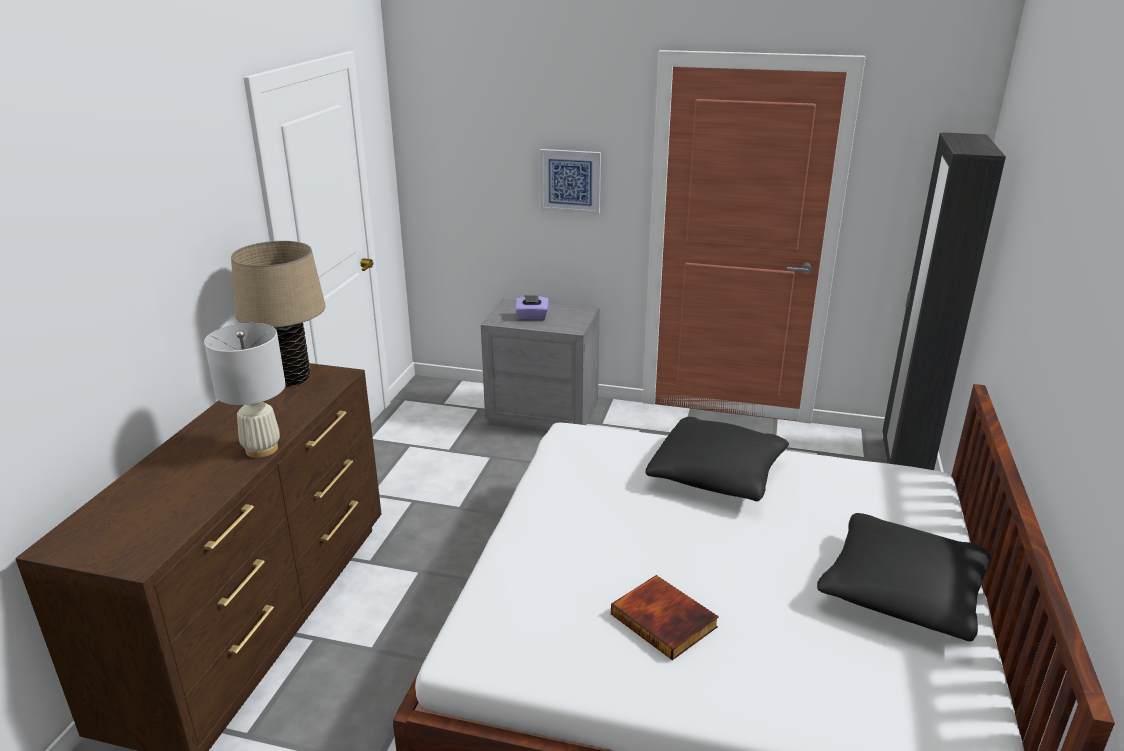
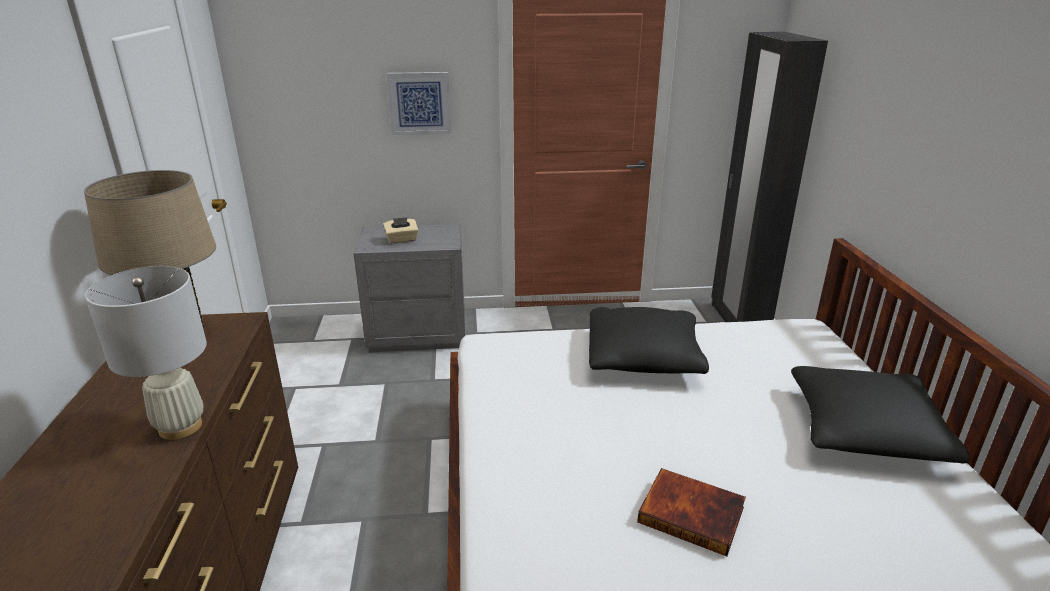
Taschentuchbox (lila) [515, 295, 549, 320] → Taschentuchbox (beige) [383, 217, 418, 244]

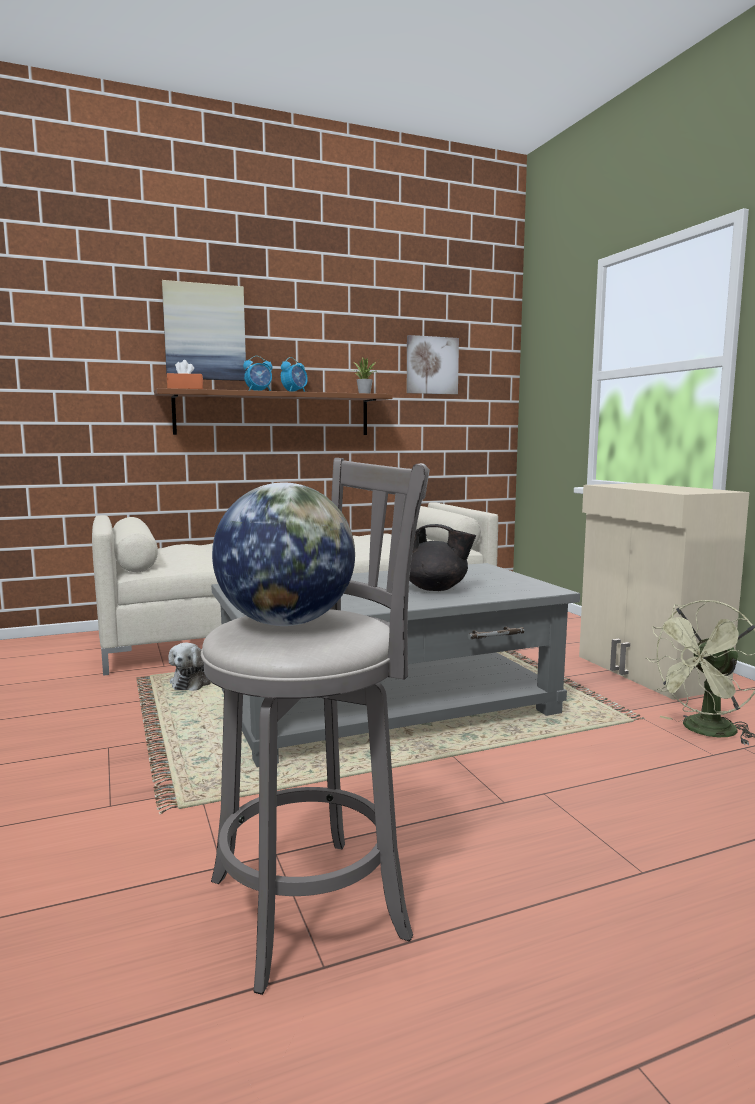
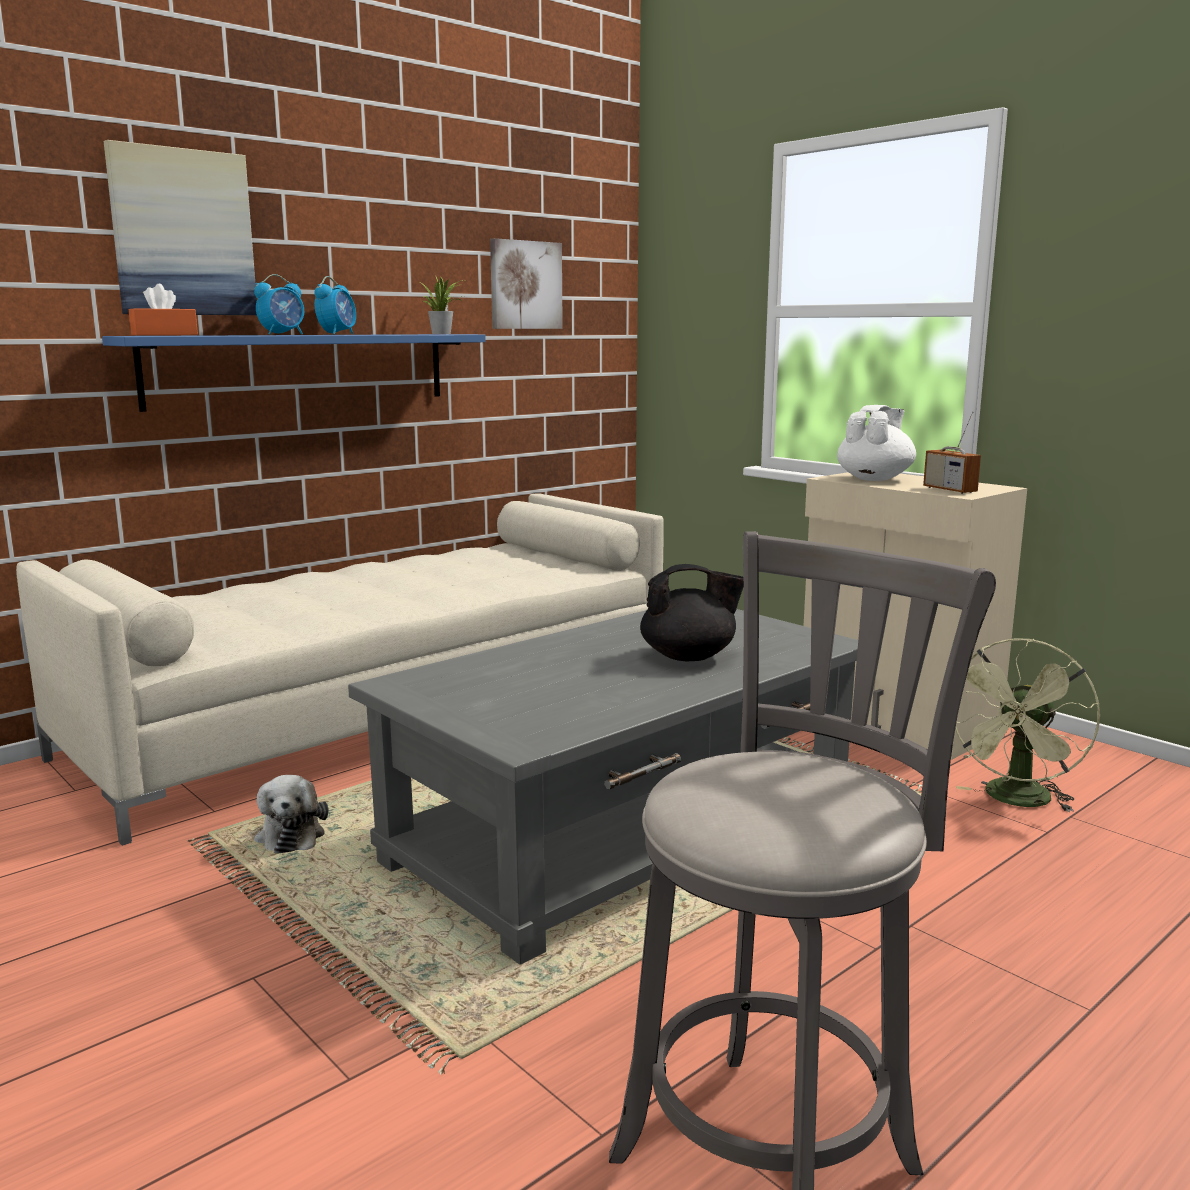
Globus [212, 483, 355, 626] → -
- → Teekanne (weiß) [837, 405, 916, 481]
- → Radio [923, 411, 981, 494]
Wandregal (braun) [154, 388, 393, 435] → Wandregal (blau) [102, 334, 486, 412]

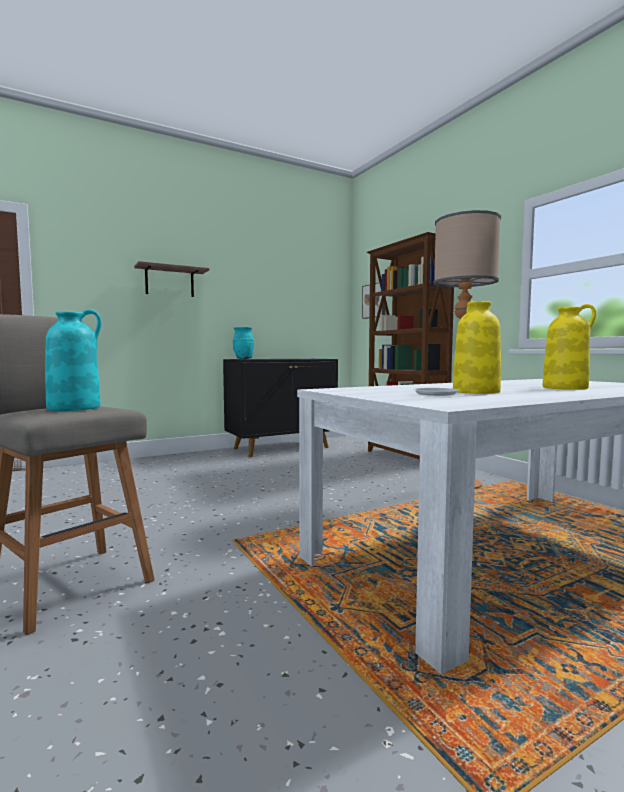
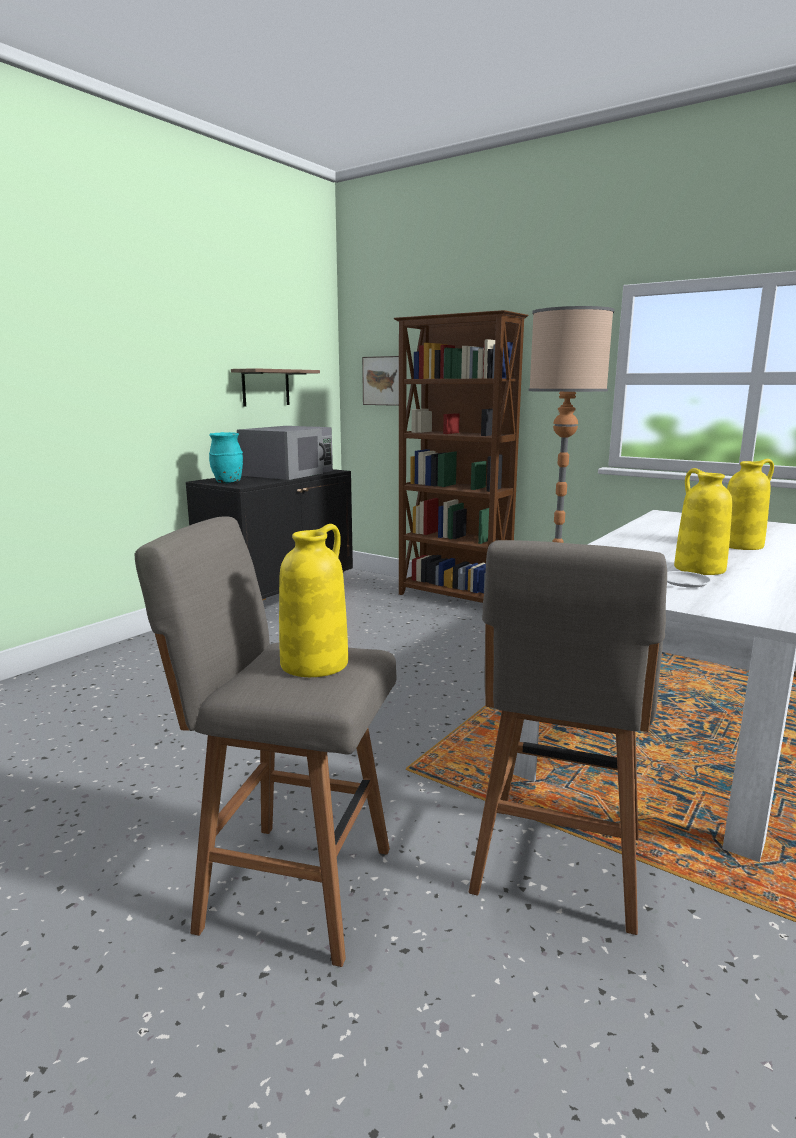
- → Mikrowelle (grau) [237, 426, 333, 480]
- → Hocker (grau) [469, 540, 667, 935]
Wandregal [134, 261, 210, 297] → Wandregal [231, 368, 320, 406], shifted
Vase (türkis) [45, 309, 102, 411] → Vase (gelb) [279, 524, 348, 677]

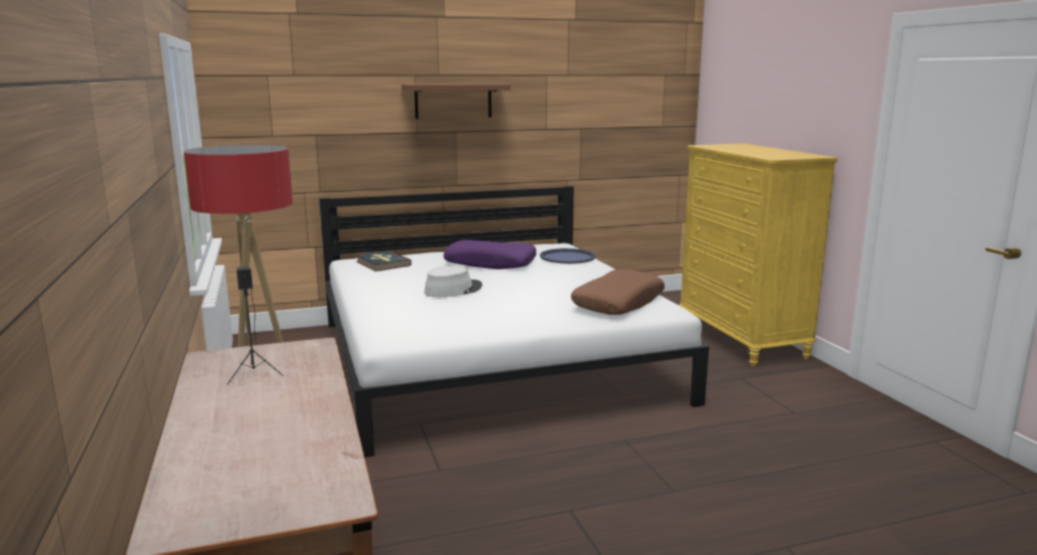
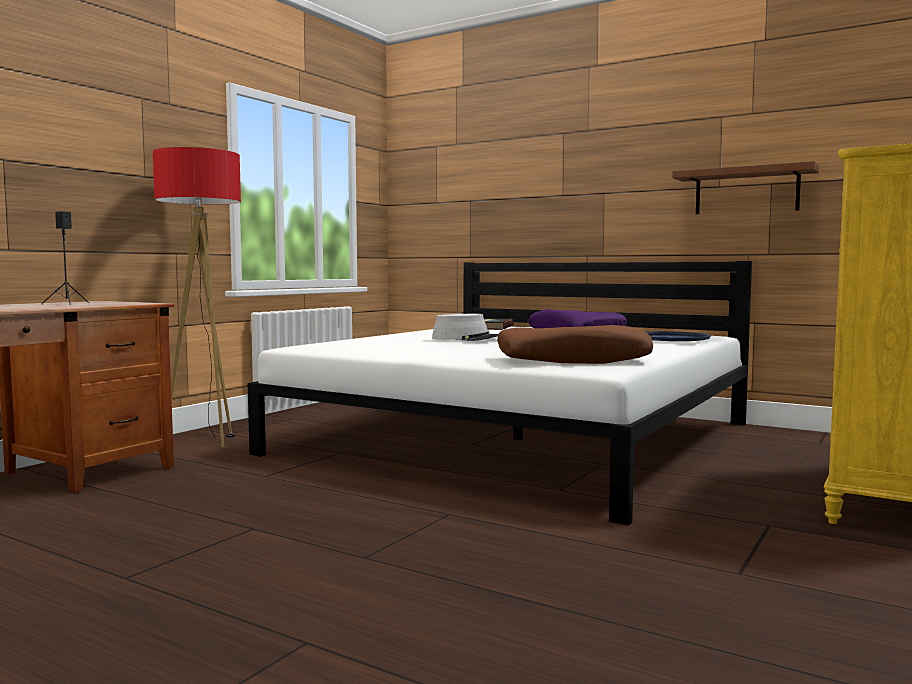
Wandregal (braun) [402, 84, 511, 119] → Wandregal (braun) [672, 161, 819, 214], shifted

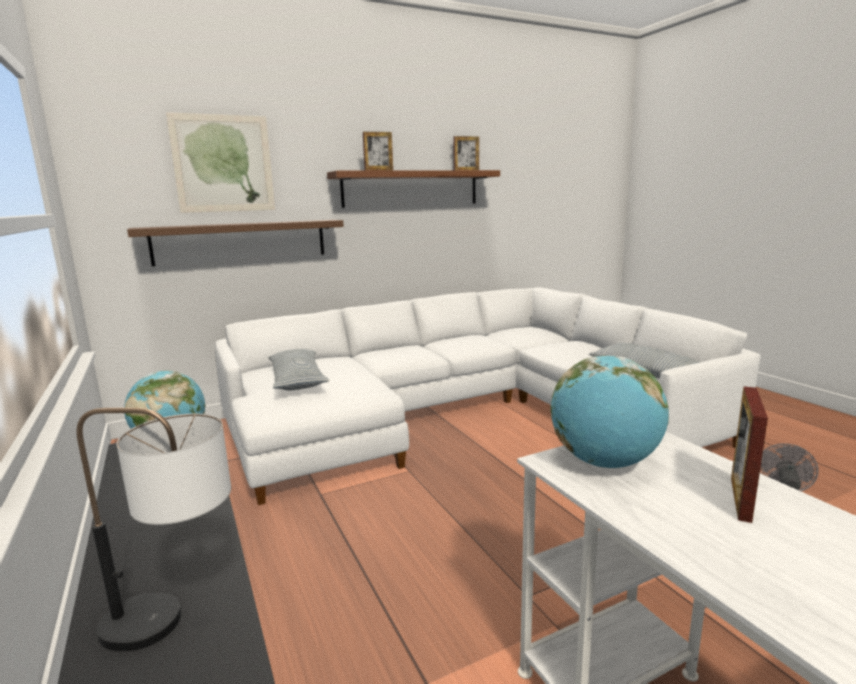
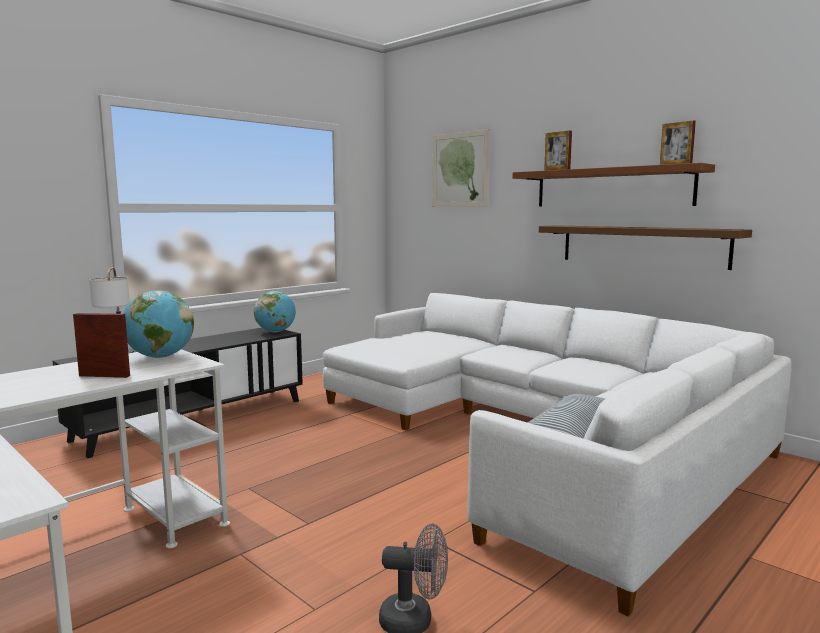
Kissen [268, 349, 329, 390] → -
Wandregal (braun) [127, 220, 344, 266] → Wandregal (braun) [539, 225, 752, 270], shifted

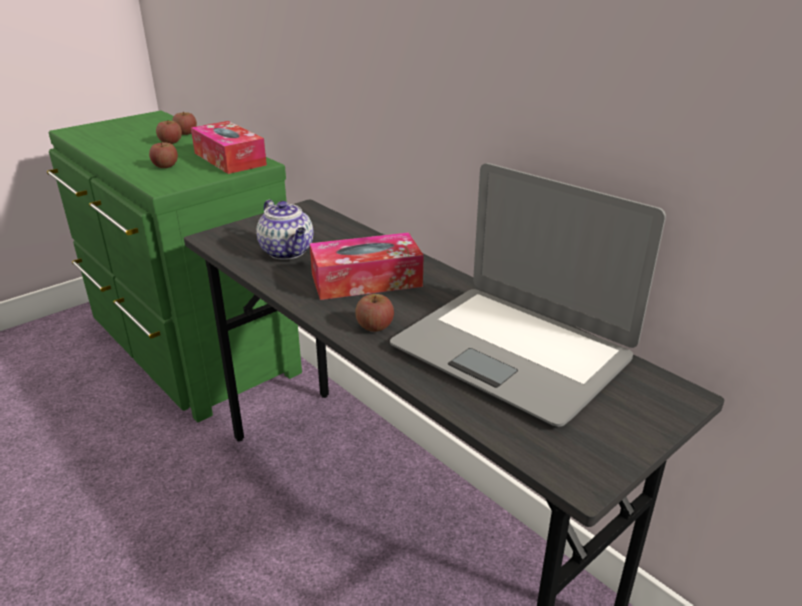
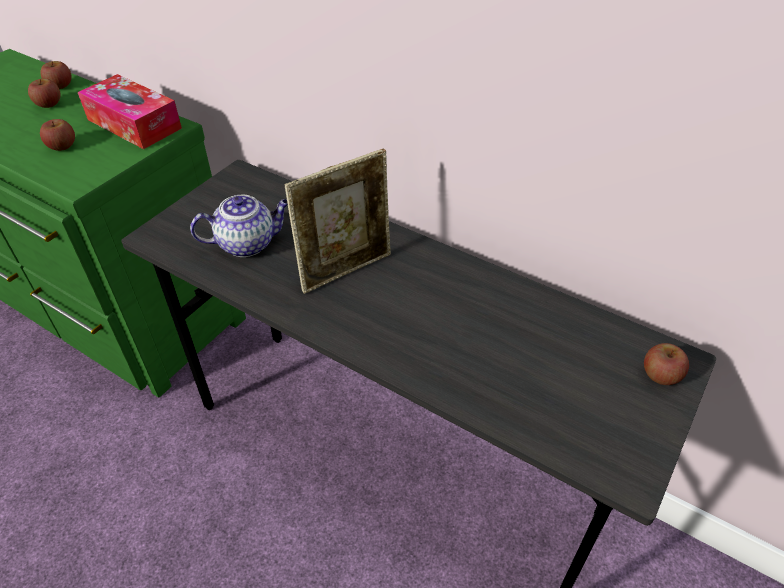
Laptop [390, 163, 666, 427] → -
Apfel [355, 294, 394, 332] → Apfel [644, 343, 689, 385], shifted
Taschentuchbox [310, 232, 423, 300] → Bilderrahmen [285, 149, 391, 294]
Teekanne [256, 200, 314, 260] → Teekanne [190, 195, 288, 257], 60 degrees counterclockwise

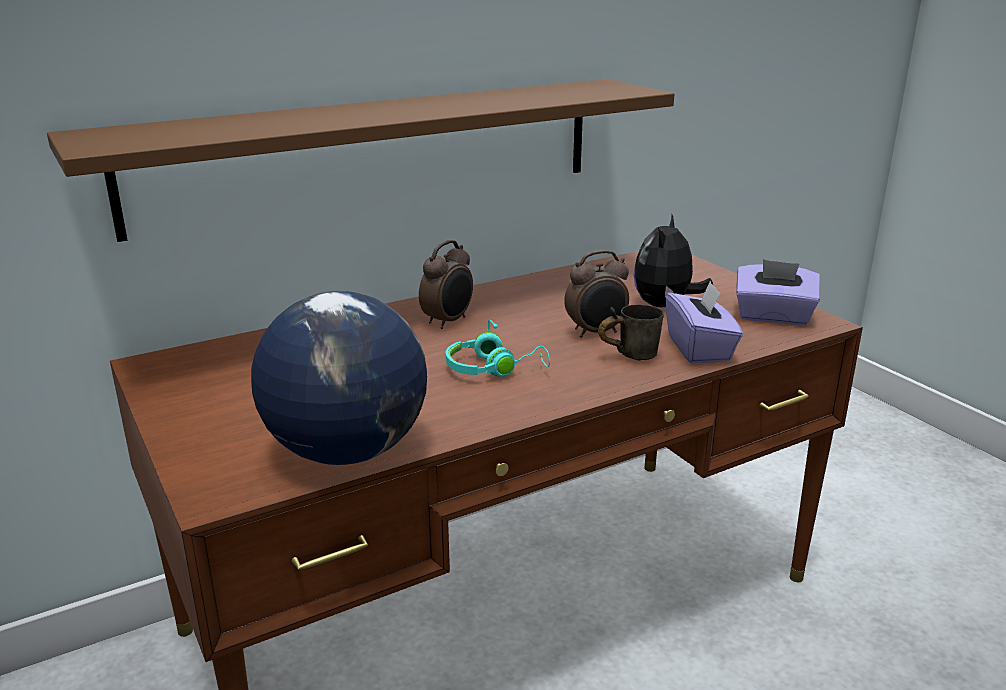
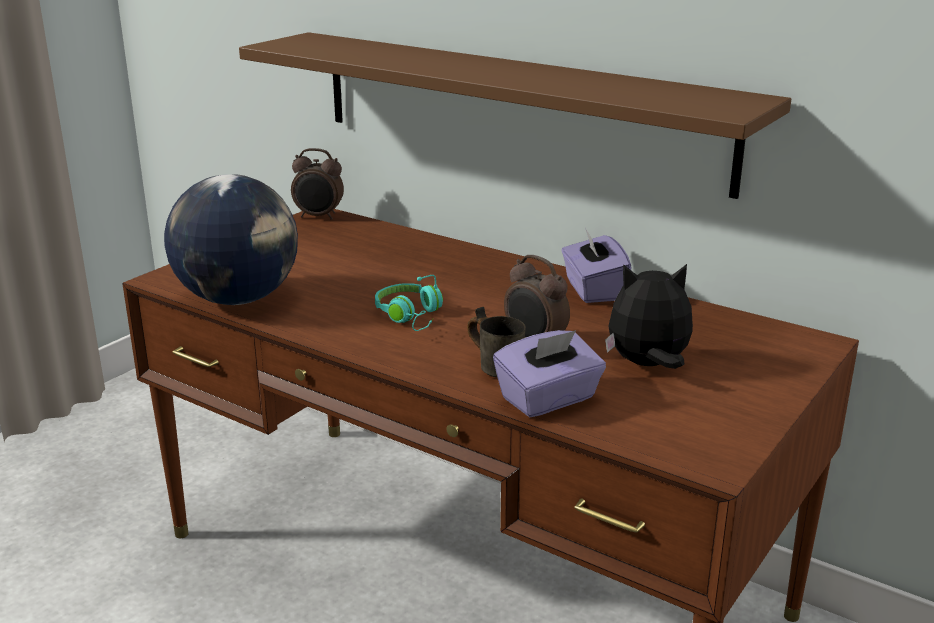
Wecker [419, 240, 473, 329] → Wecker [291, 148, 344, 220], shifted
Taschentuchbox (lila) [736, 259, 820, 325] → Taschentuchbox (lila) [561, 228, 632, 303], shifted

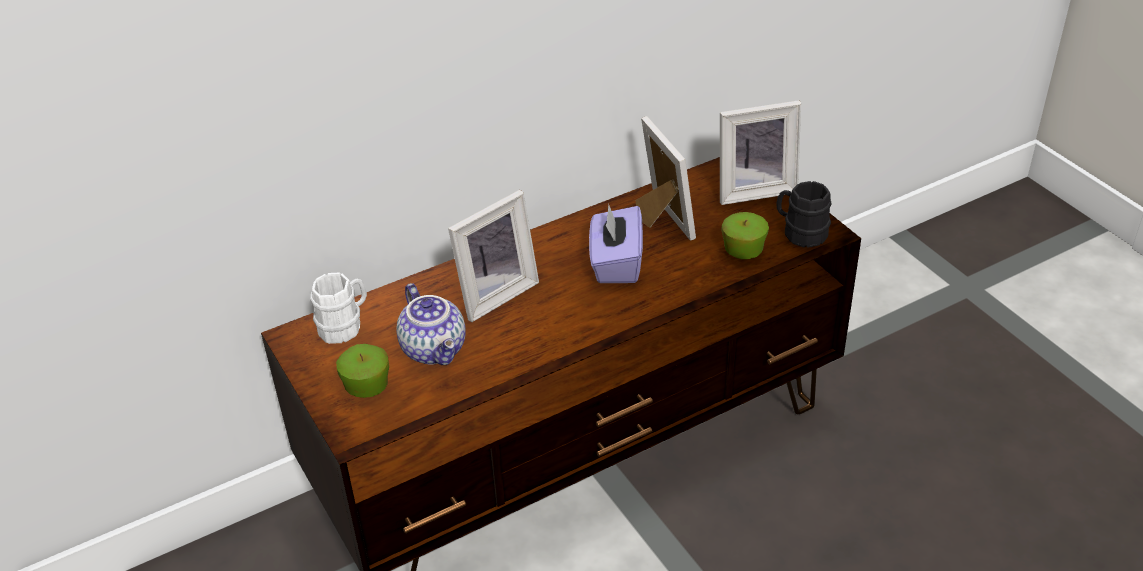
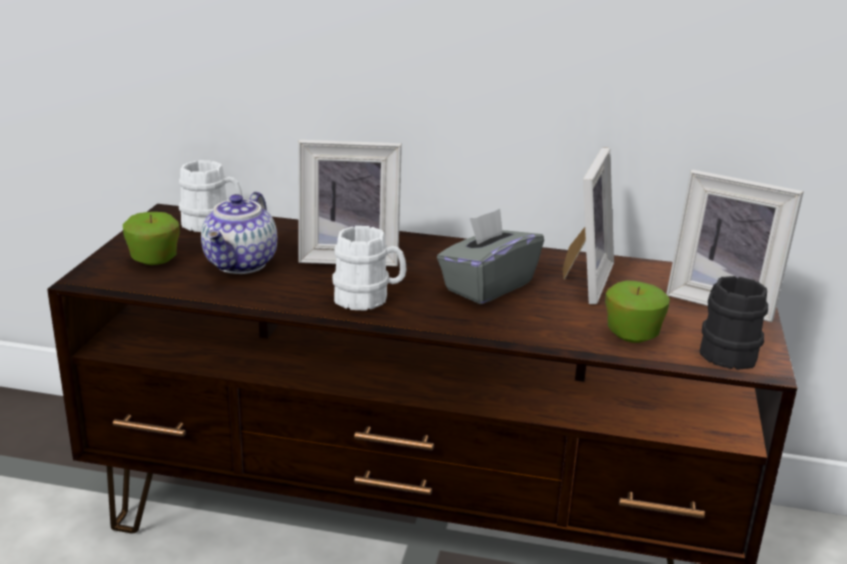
- → Henkelbecher (weiß) [332, 226, 407, 311]
Taschentuchbox (lila) [589, 204, 643, 283] → Taschentuchbox (grau) [437, 209, 544, 304]

